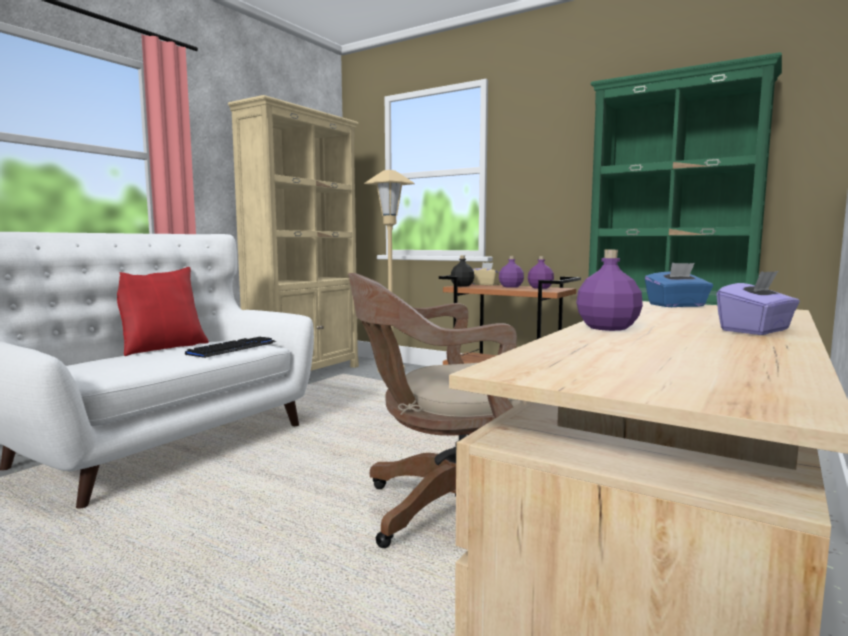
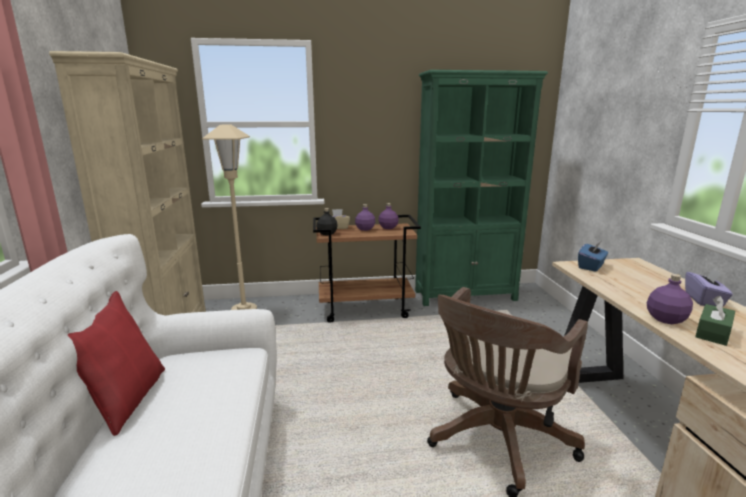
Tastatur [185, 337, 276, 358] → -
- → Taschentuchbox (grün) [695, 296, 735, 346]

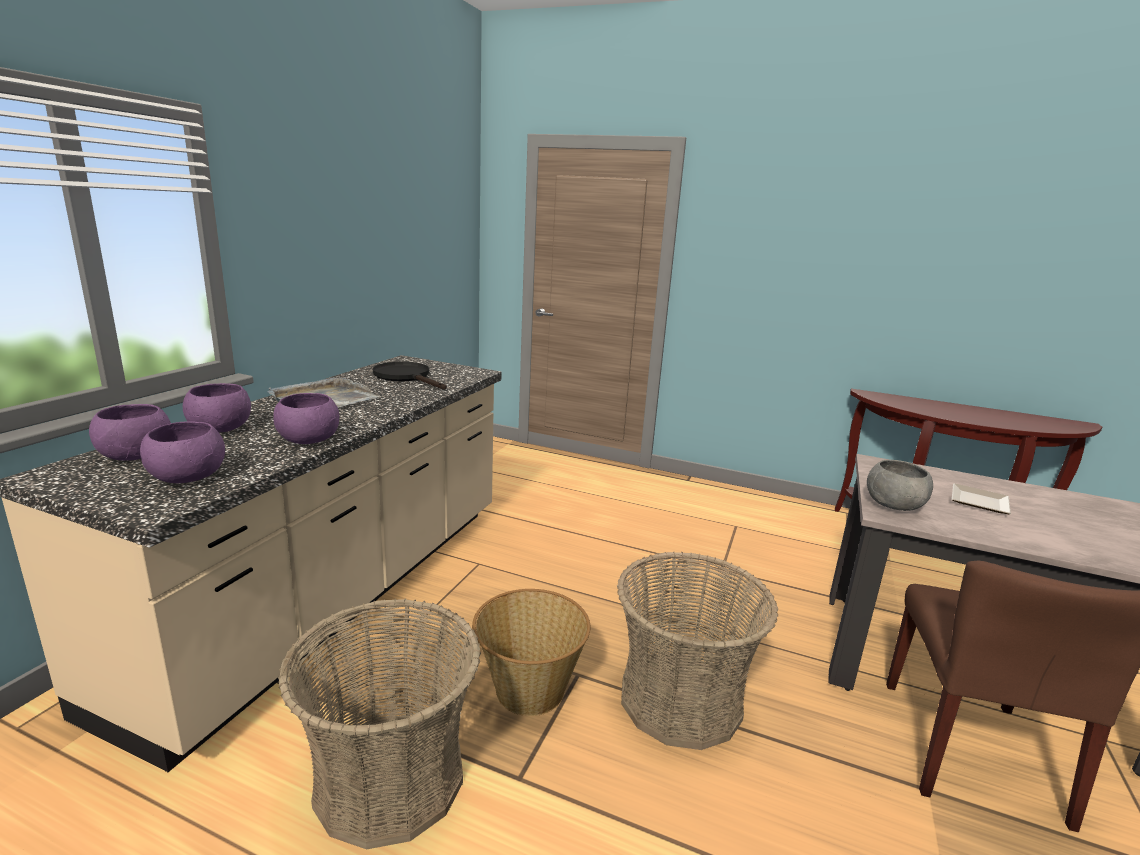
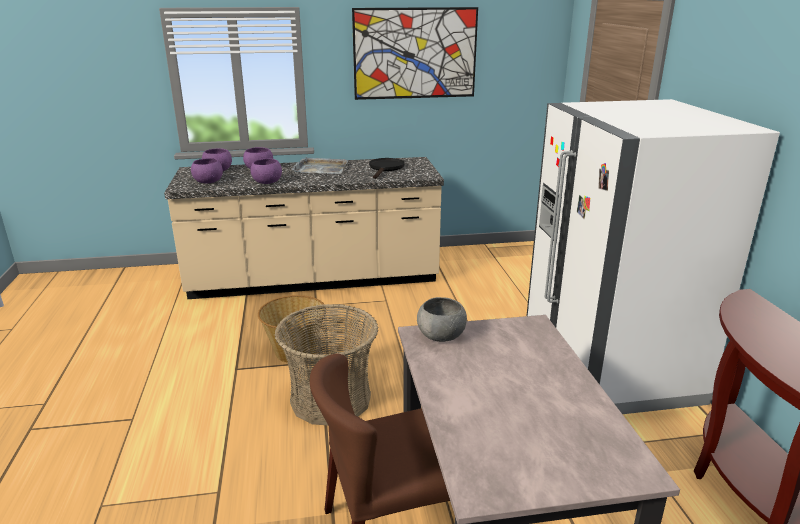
Korb [278, 599, 481, 850] → -
Teller [952, 483, 1011, 514] → -
- → Bild [352, 7, 478, 100]
- → Kühlschrank (weiß) [526, 99, 780, 414]

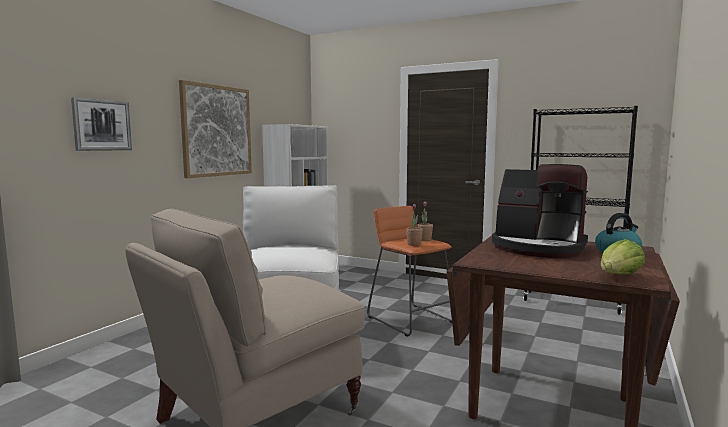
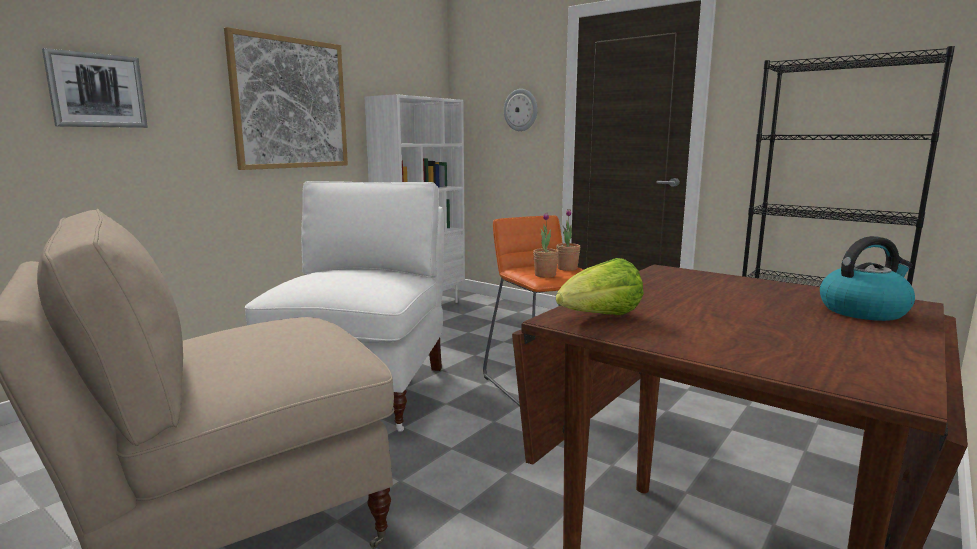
Kaffeemaschine [492, 164, 588, 258] → -
- → Wanduhr [504, 89, 538, 131]
Salatkopf [601, 239, 645, 274] → Salatkopf [556, 258, 644, 315], shifted

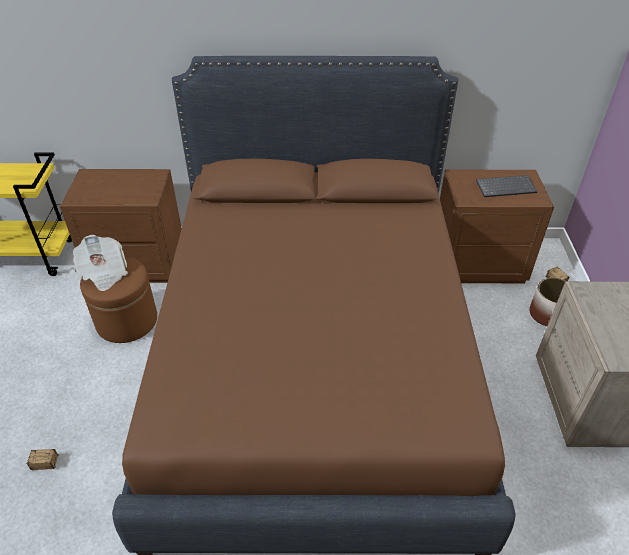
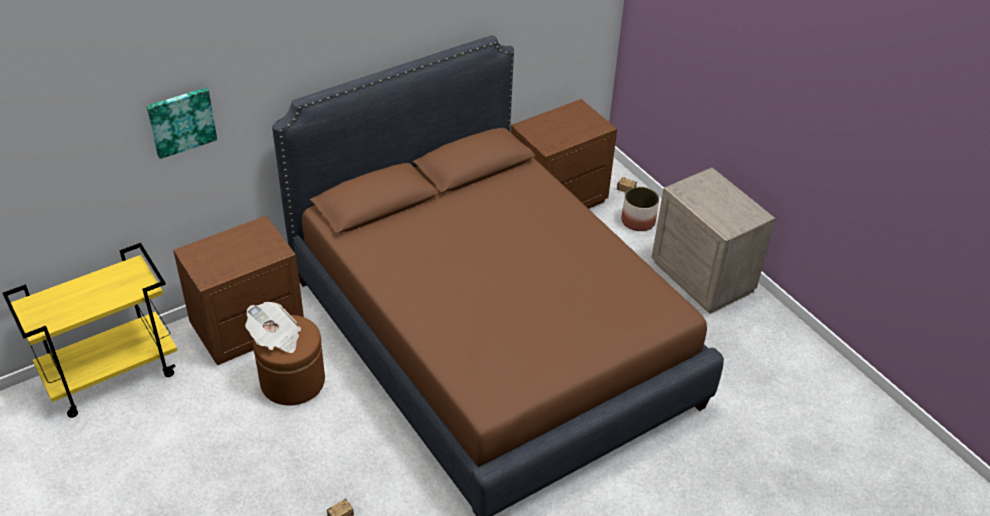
Tastatur [476, 175, 537, 197] → -
- → Bild [147, 88, 217, 159]

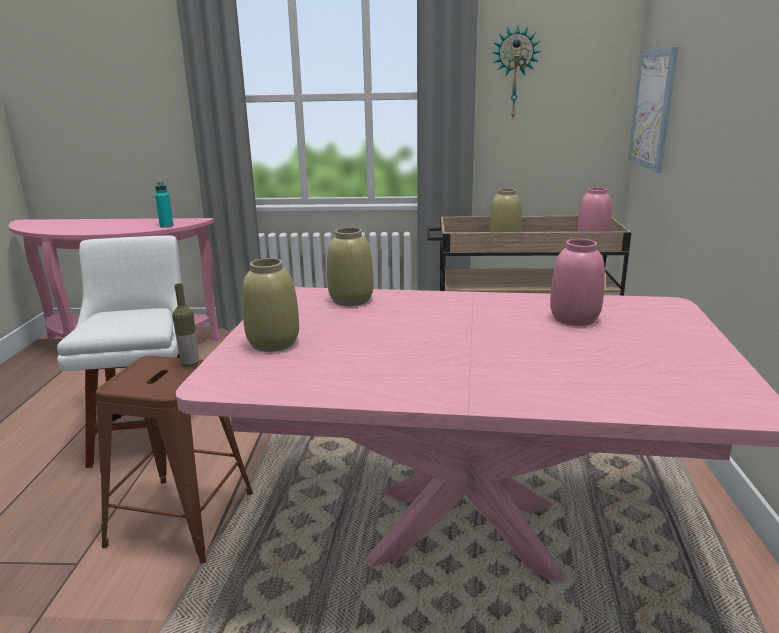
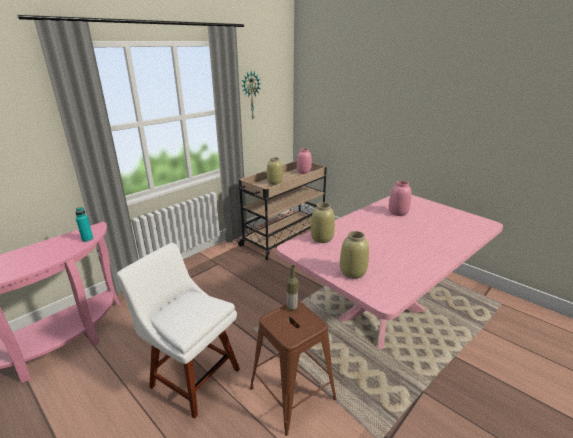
Bild [628, 47, 678, 173] → -

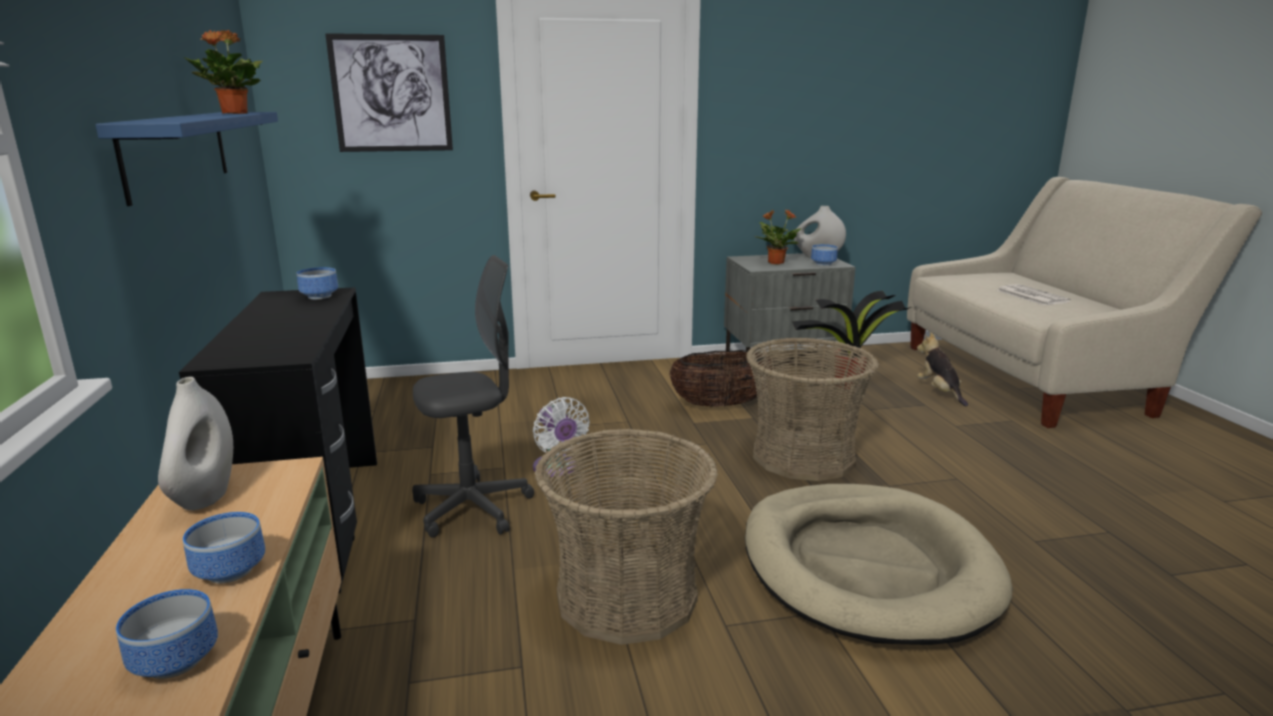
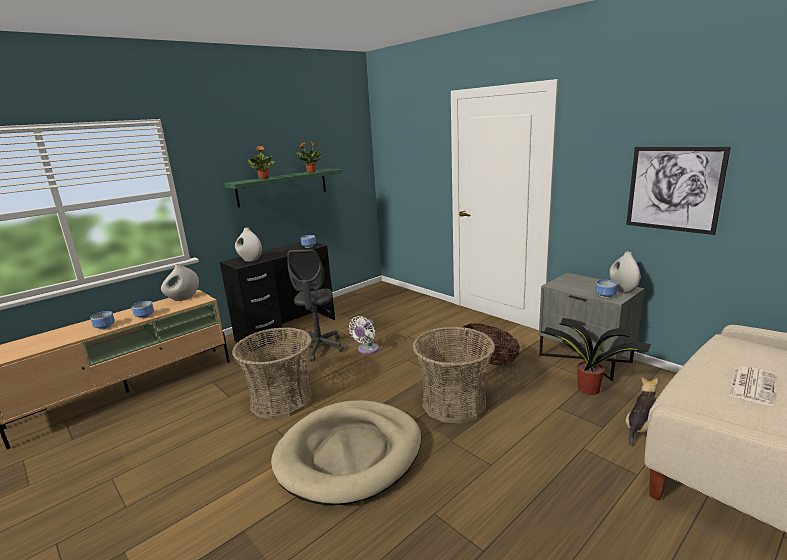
- → Vase (weiß) [235, 228, 262, 262]
Bild [325, 33, 453, 152] → Bild [626, 147, 731, 235], shifted
Topfpflanze [754, 210, 801, 265] → Topfpflanze [248, 146, 275, 179], shifted
Wandregal (blau) [95, 112, 278, 206] → Wandregal (grün) [224, 168, 342, 208]
Bürostuhl (grau) [412, 255, 534, 537] → Bürostuhl (grau) [287, 250, 344, 361], 60 degrees clockwise

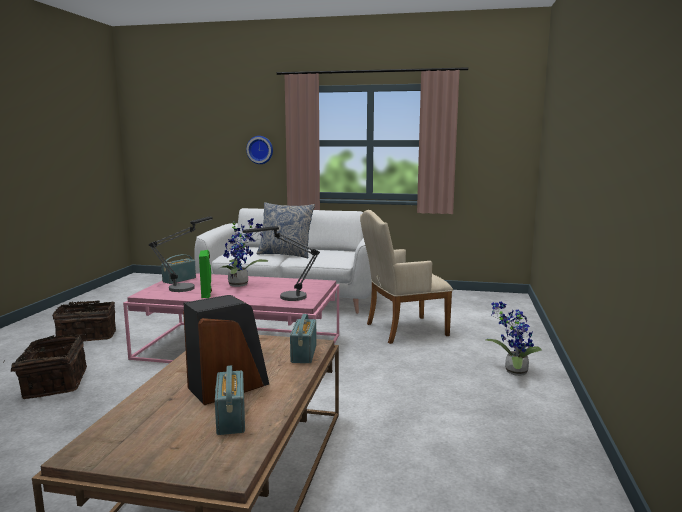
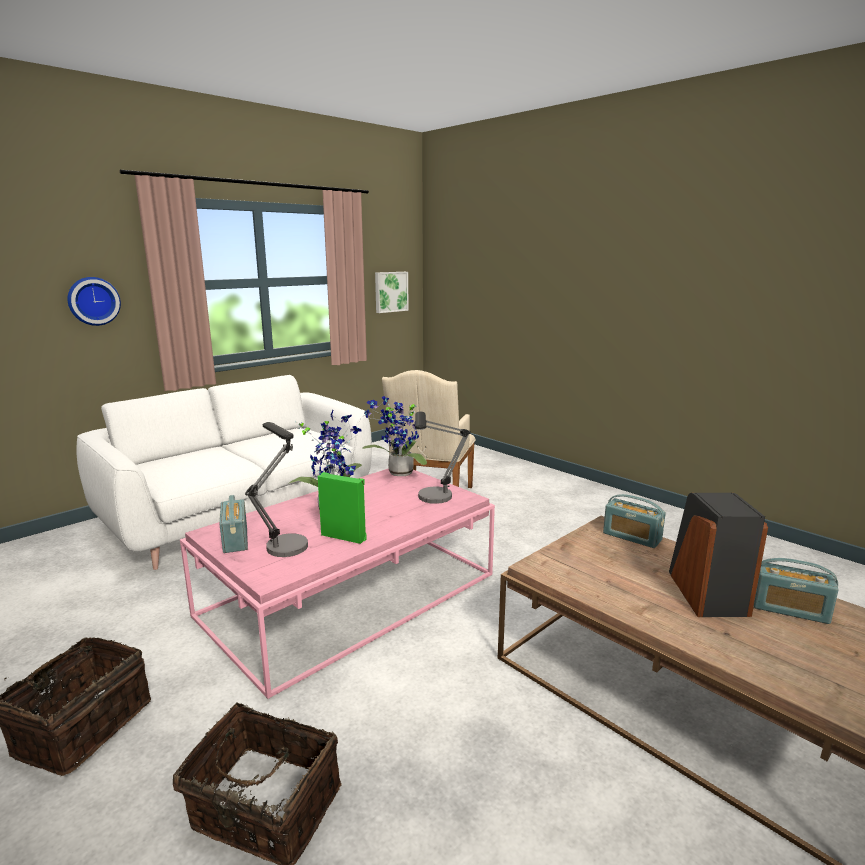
Kissen [257, 202, 315, 258] → -
- → Bild [375, 272, 409, 313]
Topfpflanze [486, 301, 542, 376] → Topfpflanze [362, 396, 427, 476], shifted

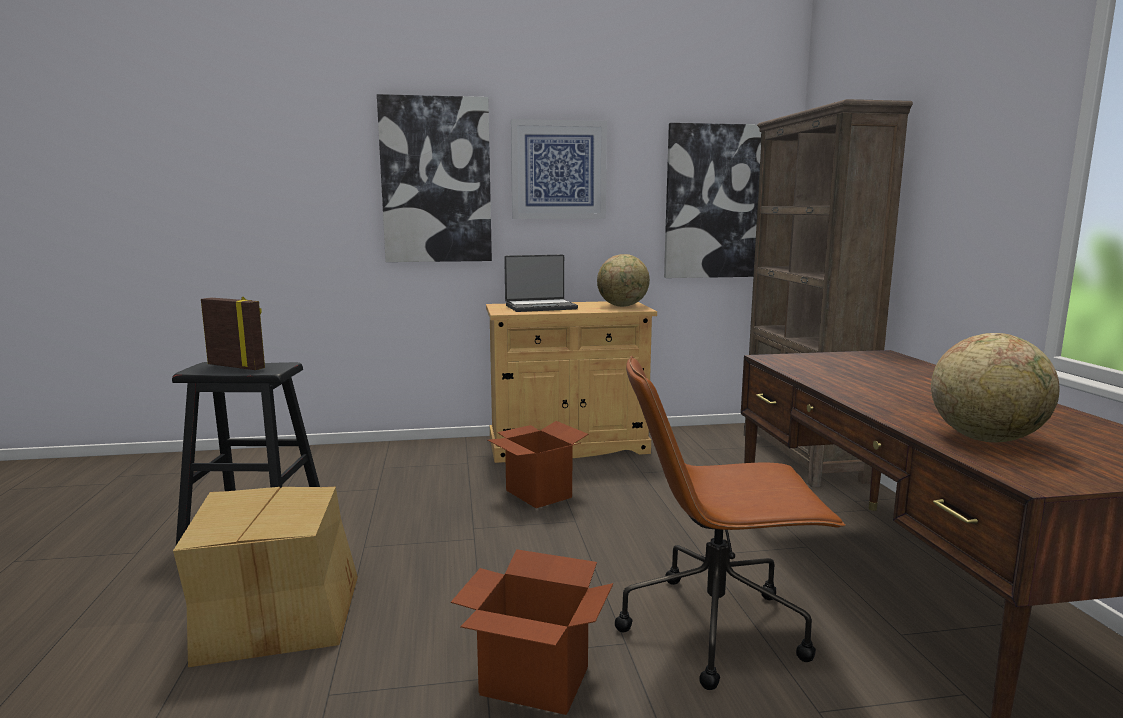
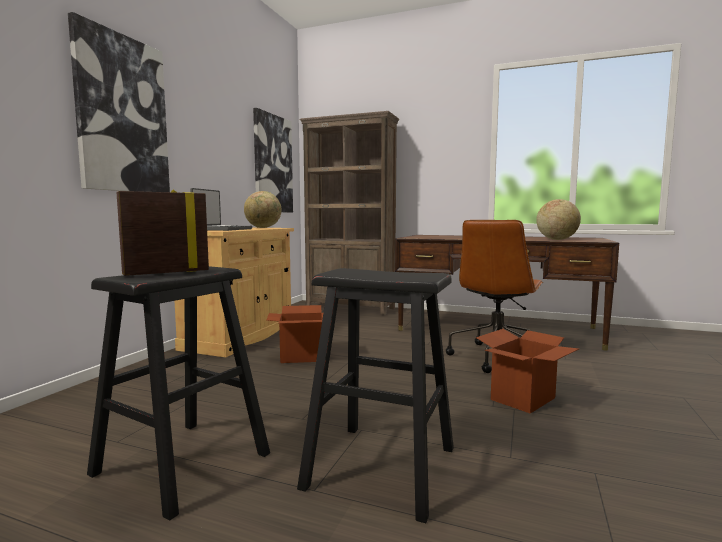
Bild [511, 119, 607, 219] → -
Karton [173, 487, 358, 667] → Hocker (schwarz) [297, 268, 454, 523]

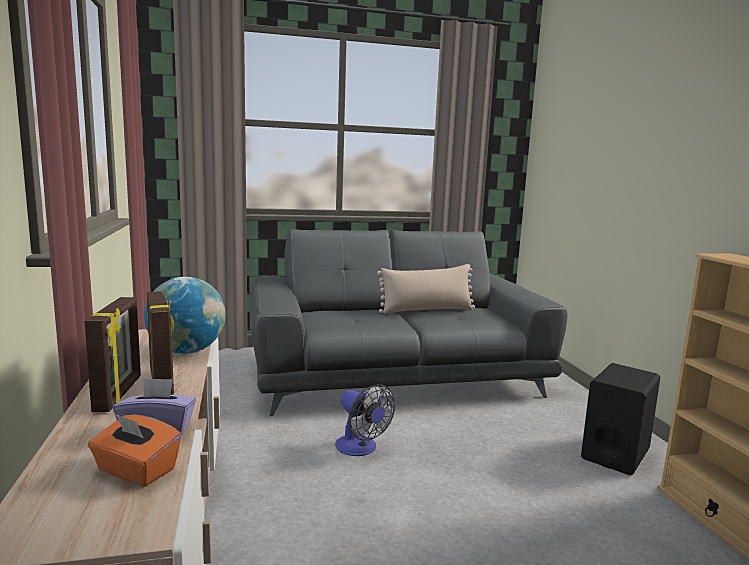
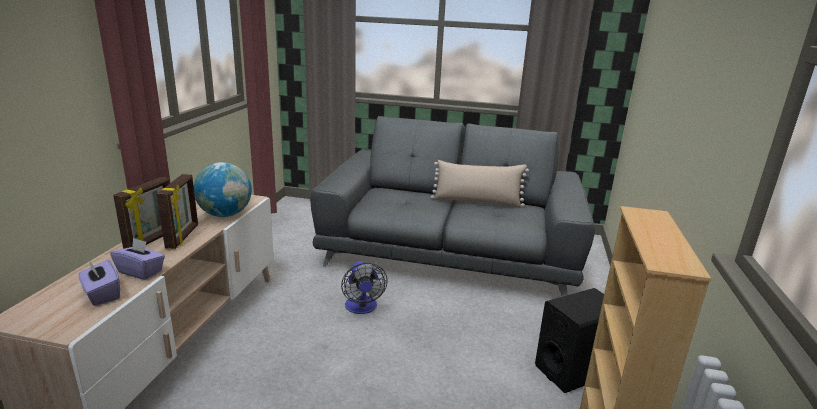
Taschentuchbox (orange) [88, 413, 182, 487] → Taschentuchbox (lila) [78, 260, 120, 306]

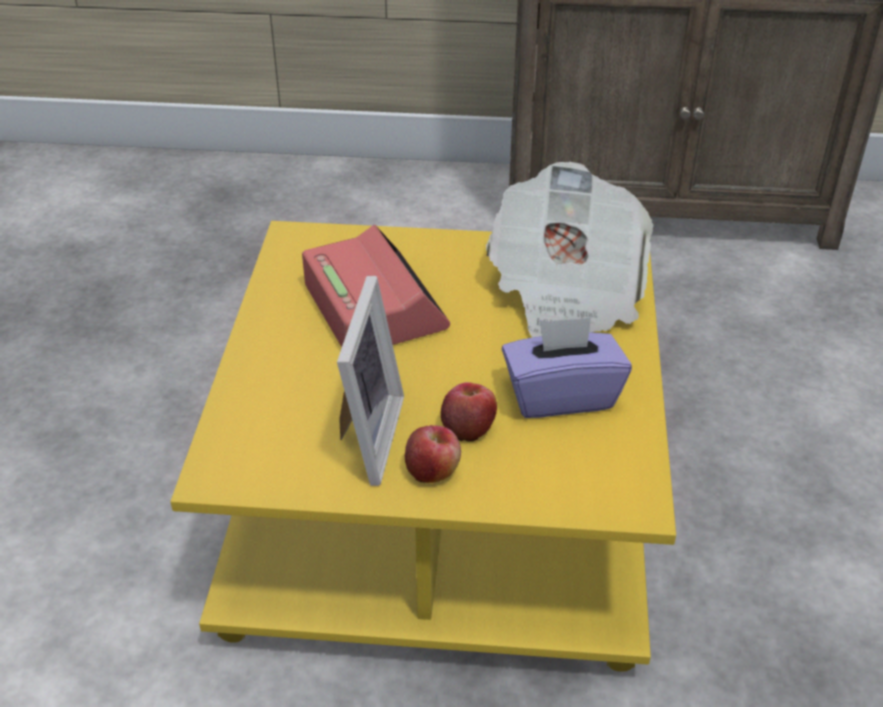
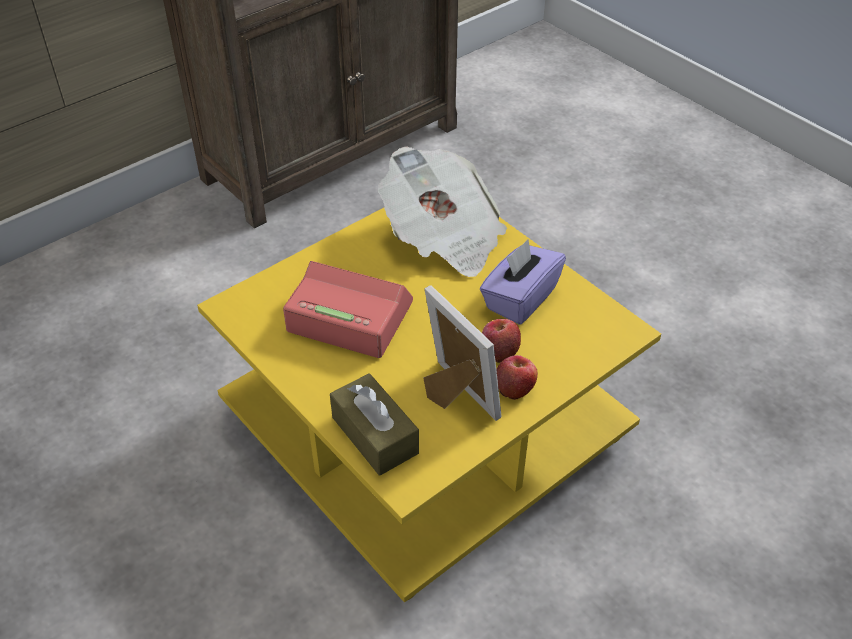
- → Taschentuchbox (braun) [330, 373, 419, 476]

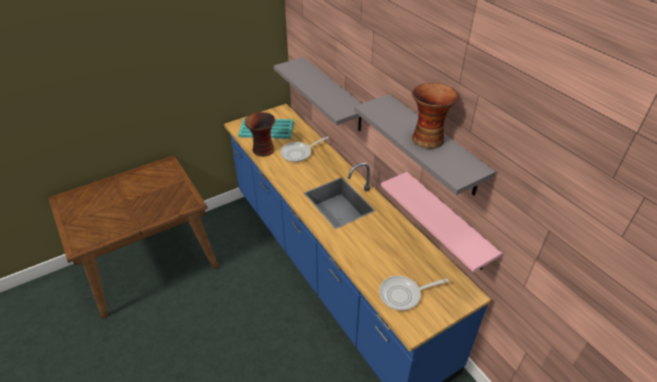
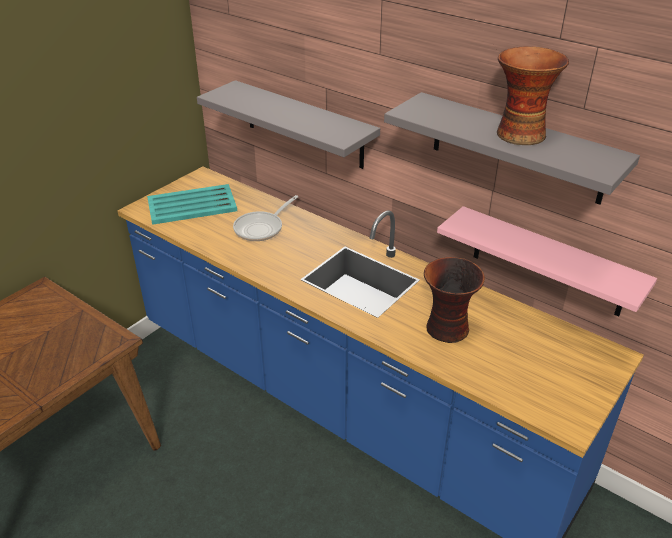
Pfanne [379, 276, 449, 311] → -
Vase [245, 112, 275, 157] → Vase [424, 257, 485, 343], shifted

